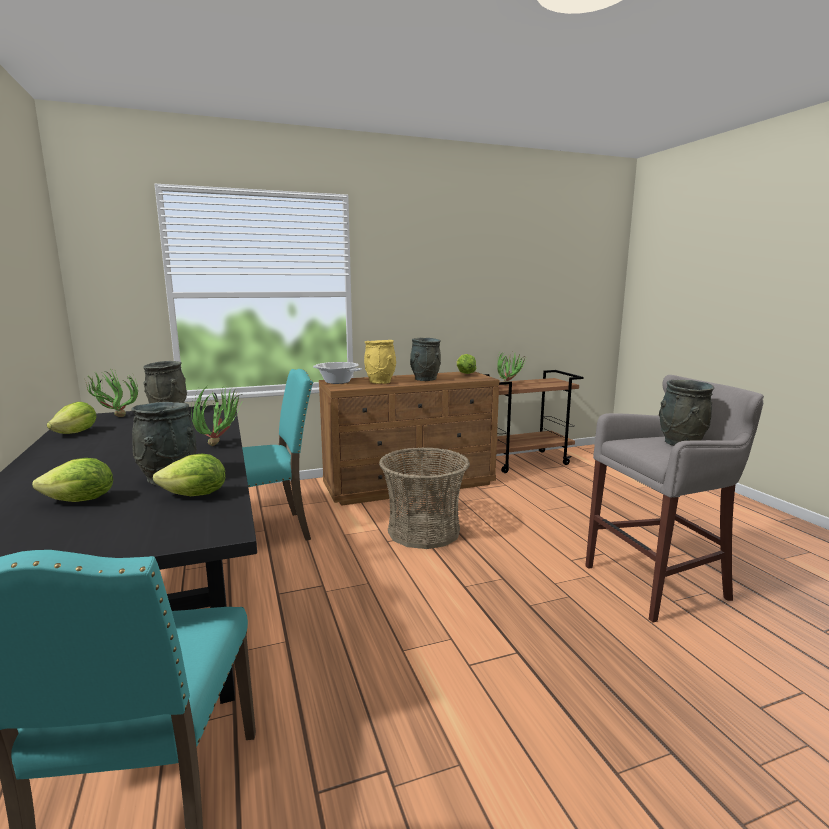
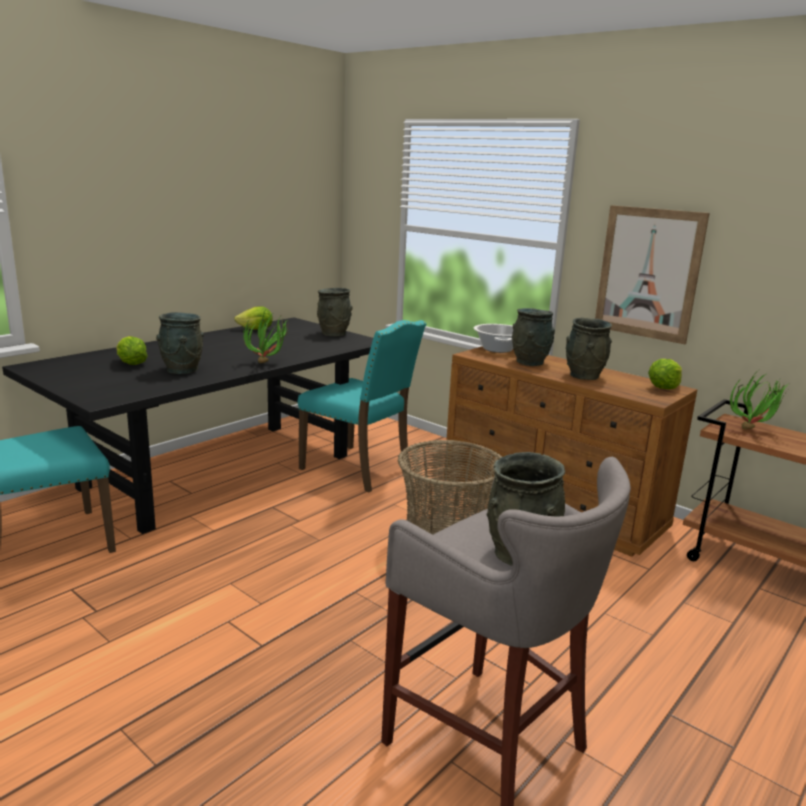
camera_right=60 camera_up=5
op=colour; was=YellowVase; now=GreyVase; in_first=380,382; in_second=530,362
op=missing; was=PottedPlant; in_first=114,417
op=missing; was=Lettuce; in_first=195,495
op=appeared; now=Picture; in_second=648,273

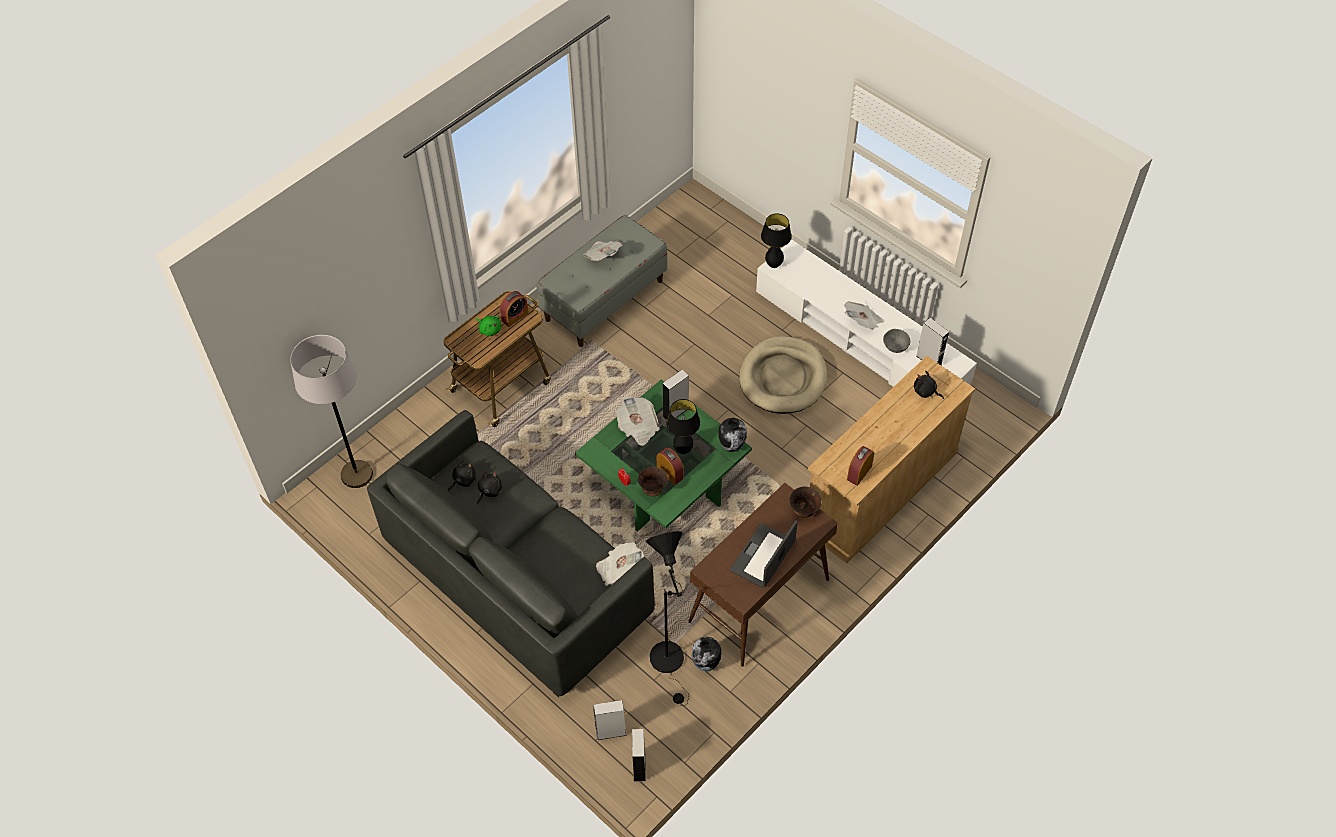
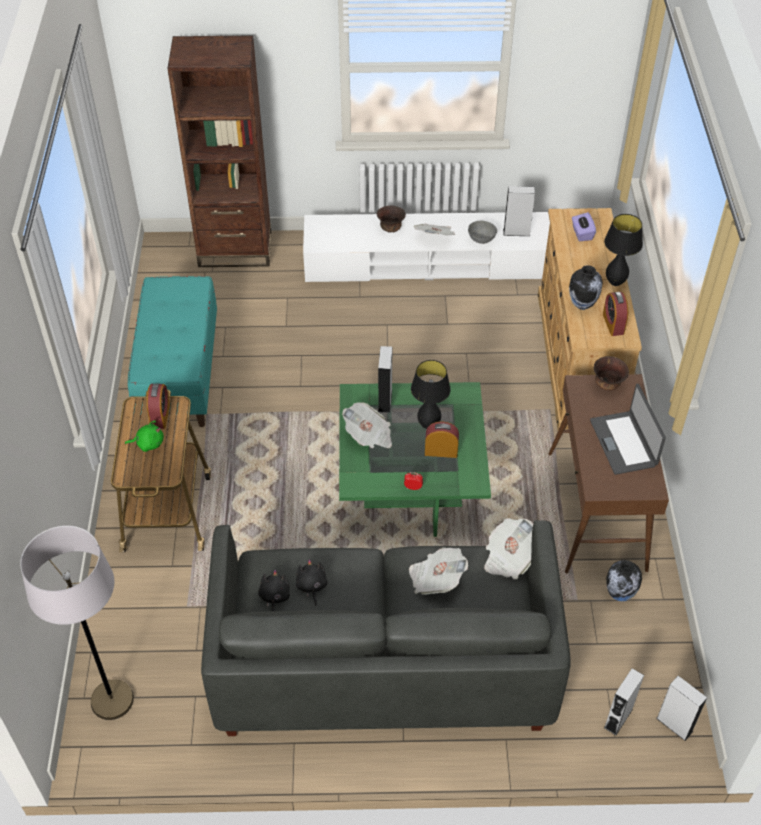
camera_right=-45 camera_up=-5
op=relocated; was=BlackTableLamp; in_first=774,265; in_second=615,282
op=colour; was=GreyBench; now=TurquoiseBench; in_first=604,300; in_second=179,374
op=relocated; was=Newspaper; in_first=603,256; in_second=436,579
op=missing; was=BeigeDogBed; in_first=783,378
op=exchanged; was=BlackPlushToy; now=PurpleTissueBox; in_first=925,392; in_second=582,233
op=relocated; was=Vase; in_first=732,446; in_second=582,304
op=relocated; was=BrownBowl; in_first=652,490; in_second=390,229
op=missing; was=BlackFloorLamp; in_first=670,663
op=appeared; now=BrownBookcase; in_second=235,250

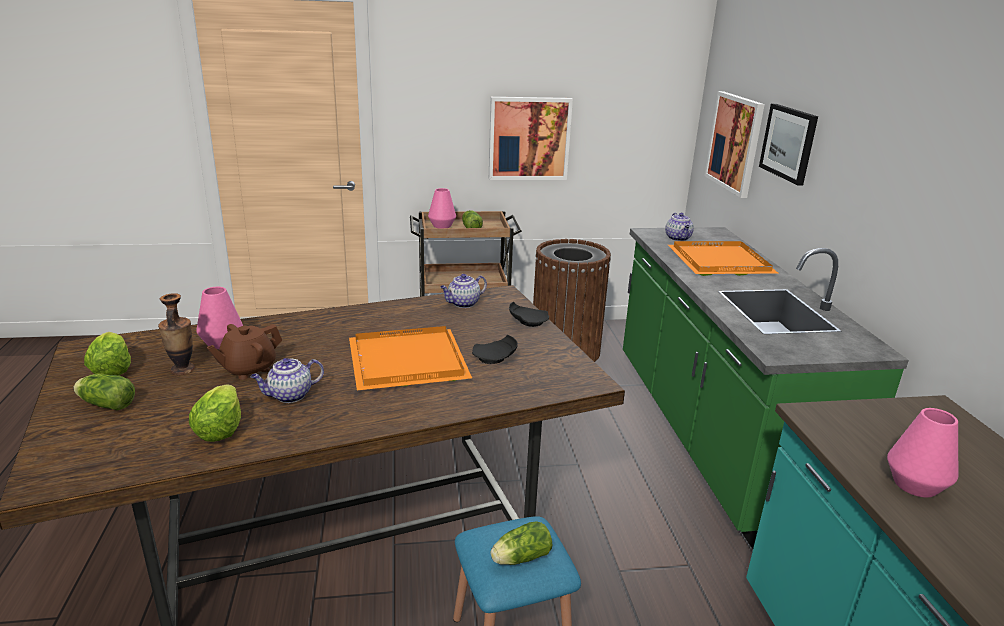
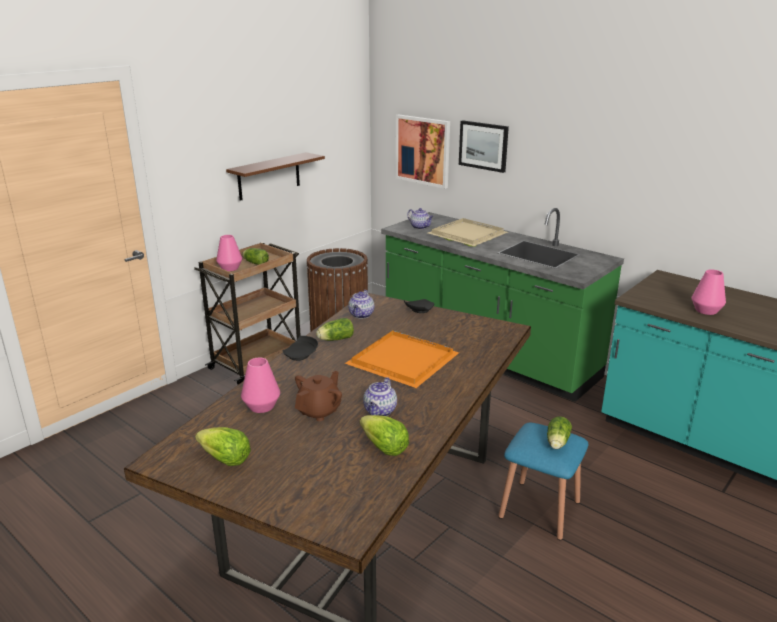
camera_right=-40 camera_up=0
op=exchanged; was=Picture; now=BrownShelf; in_first=529,138; in_second=269,176
op=colour; was=OrangeTray; now=BeigeTray; in_first=720,261; in_second=467,234
op=missing; was=Vase; in_first=183,370
op=spun; was=BrownTeapot; in_first=248,369; in_second=319,411; clockwise=-150
op=relocated; was=BlackPlate; in_first=495,358; in_second=301,355
op=relocated; was=Lettuce; in_first=105,404; in_second=334,339

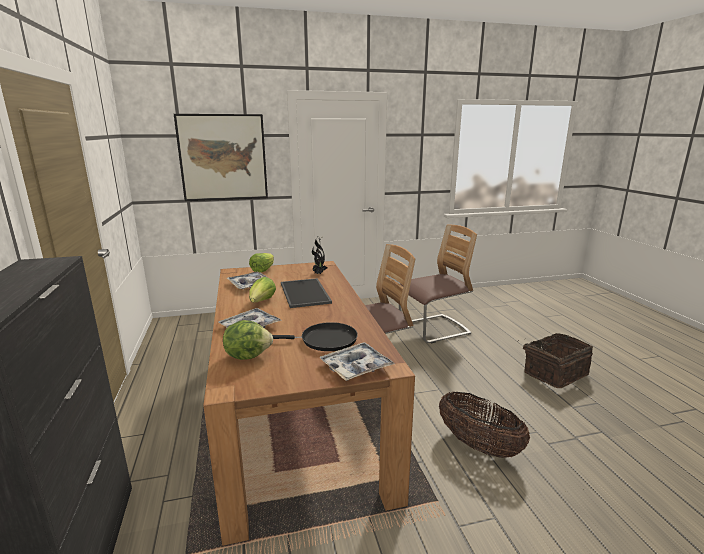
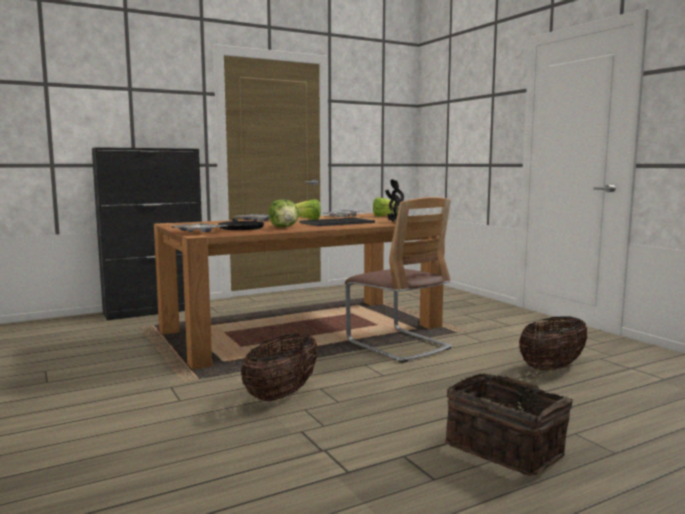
camera_right=75 camera_up=-10
op=missing; was=Picture; in_first=223,158
op=exchanged; was=Chair; now=Basket; in_first=434,329; in_second=552,367
op=relocated; was=Lettuce; in_first=248,355; in_second=284,227

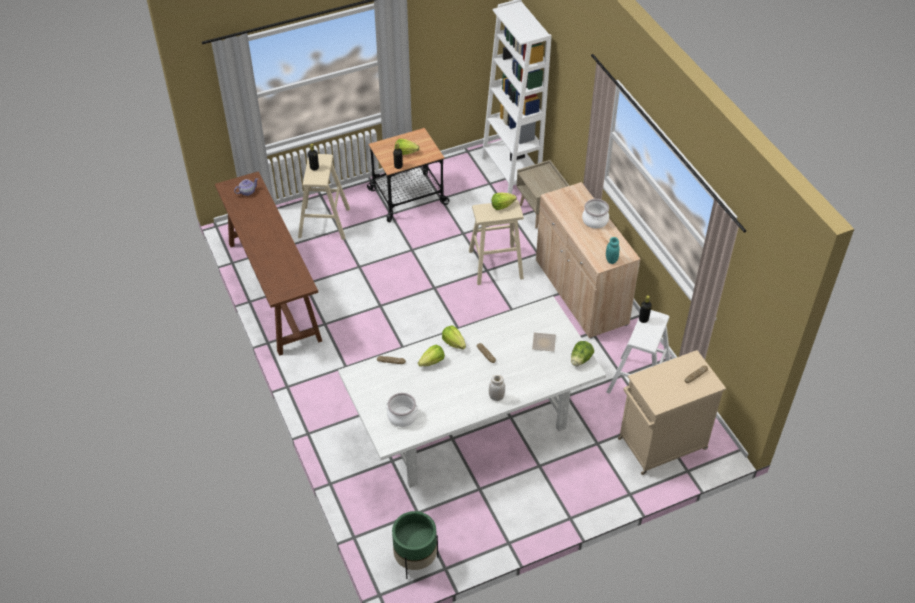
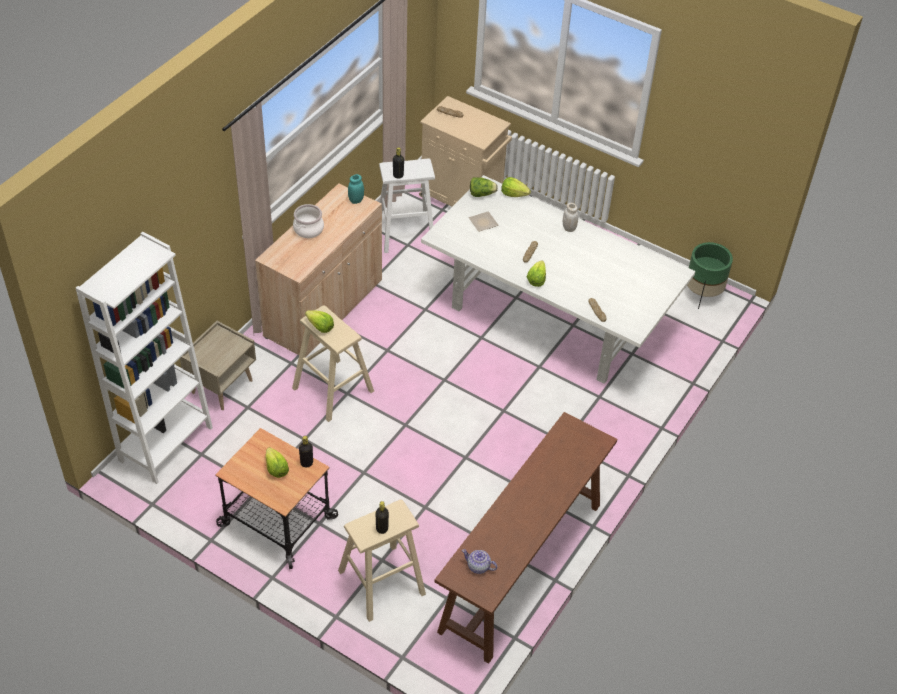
camera_right=-125 camera_up=0
op=relocated; was=Lettuce; in_first=432,362; in_second=514,194
op=missing; was=CookingPot; in_first=402,416

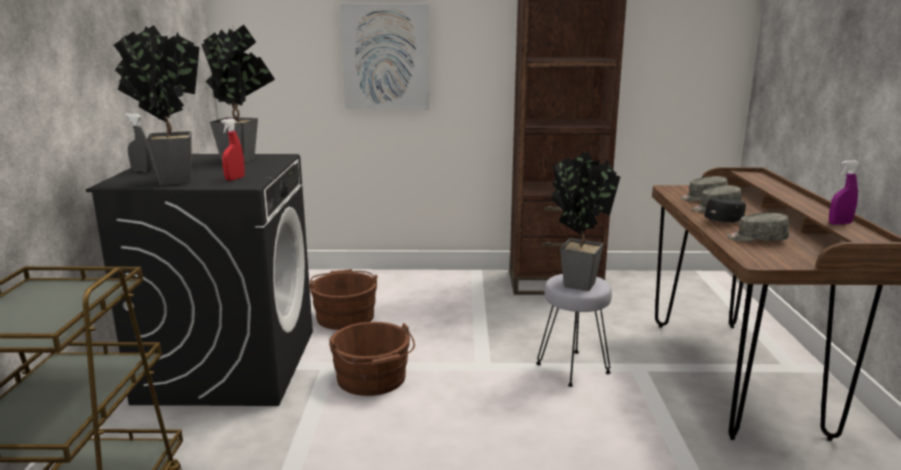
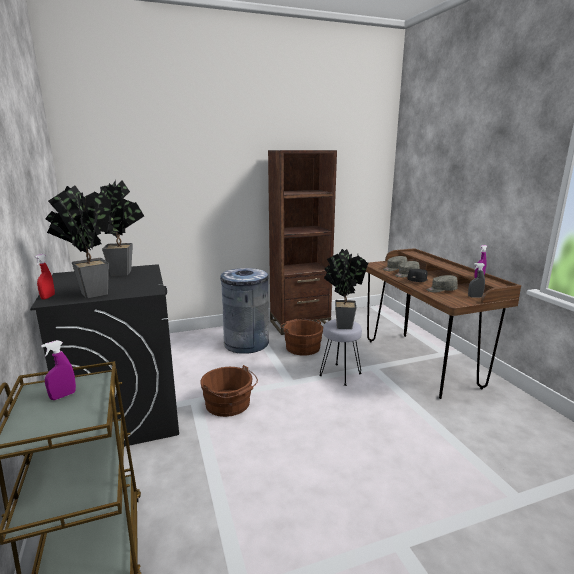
camera_right=-20 camera_up=0
op=missing; was=Picture; in_first=386,57
op=relocated; was=GreySprayBottle; in_first=141,171; in_second=475,297
op=relocated; was=RedSprayBottle; in_first=235,179; in_second=48,297
op=relocated; was=BrownBucket; in_first=345,316; in_second=301,346
op=appeared; now=GreyTrashCan; in_second=246,343
op=appeared; now=PurpleSprayBottle; in_second=63,396

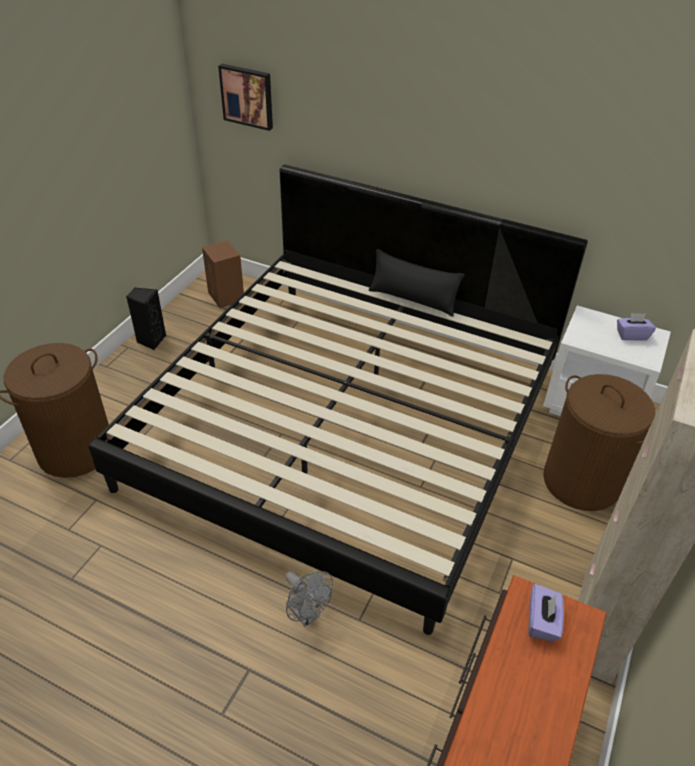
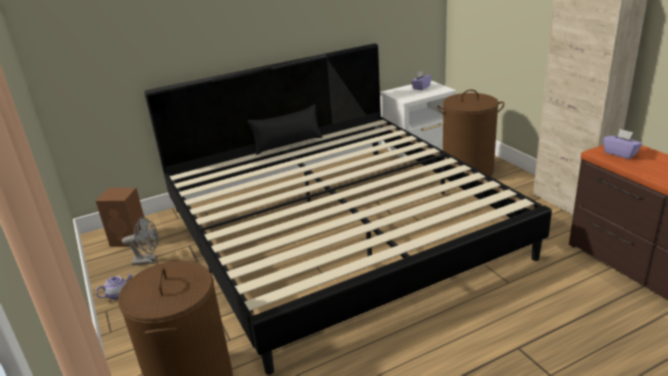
camera_right=-50 camera_up=-15
op=missing; was=Picture; in_first=247,96
op=exchanged; was=BlackSpeaker; now=Teapot; in_first=151,340; in_second=118,294
op=relocated; was=GreyFan; in_first=307,614; in_second=148,260

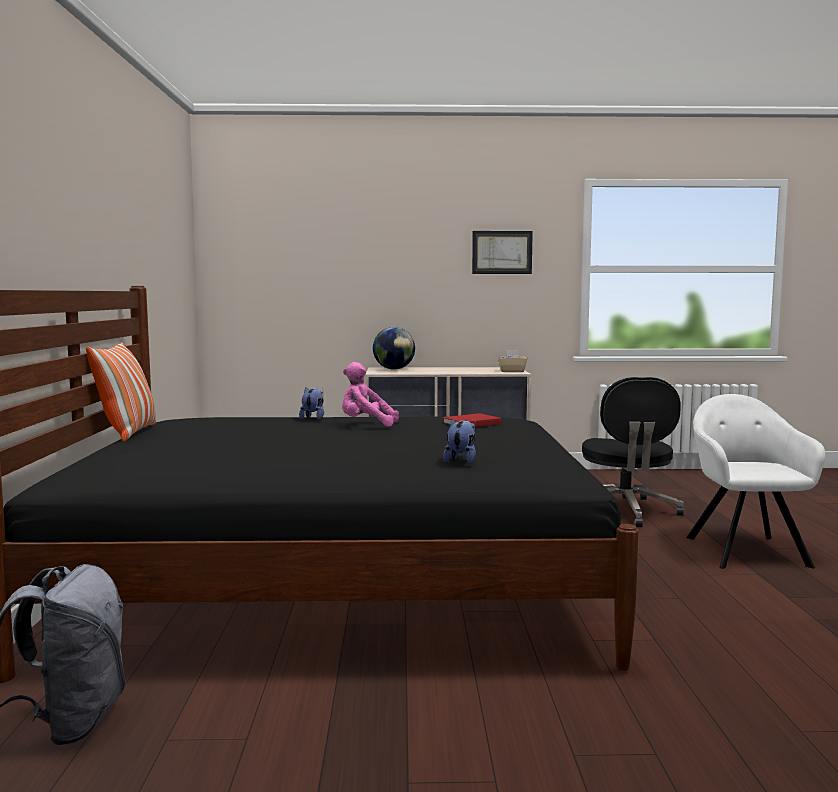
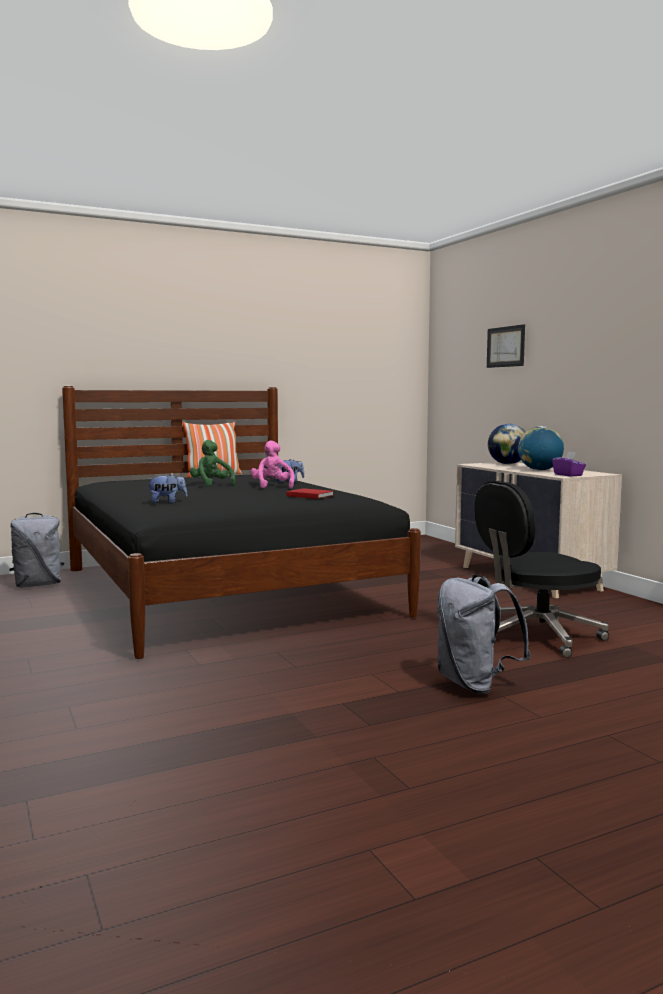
camera_right=65 camera_up=0
op=relocated; was=Picture; in_first=502,252; in_second=506,346
op=colour; was=BeigeTissueBox; now=PurpleTissueBox; in_first=512,371; in_second=568,475
op=exchanged; was=WhiteArmchair; now=GreyBackpack; in_first=744,550; in_second=475,685
op=appeared; now=Globe; in_second=539,470
op=appeared; now=GreenPlushToy; in_second=211,485

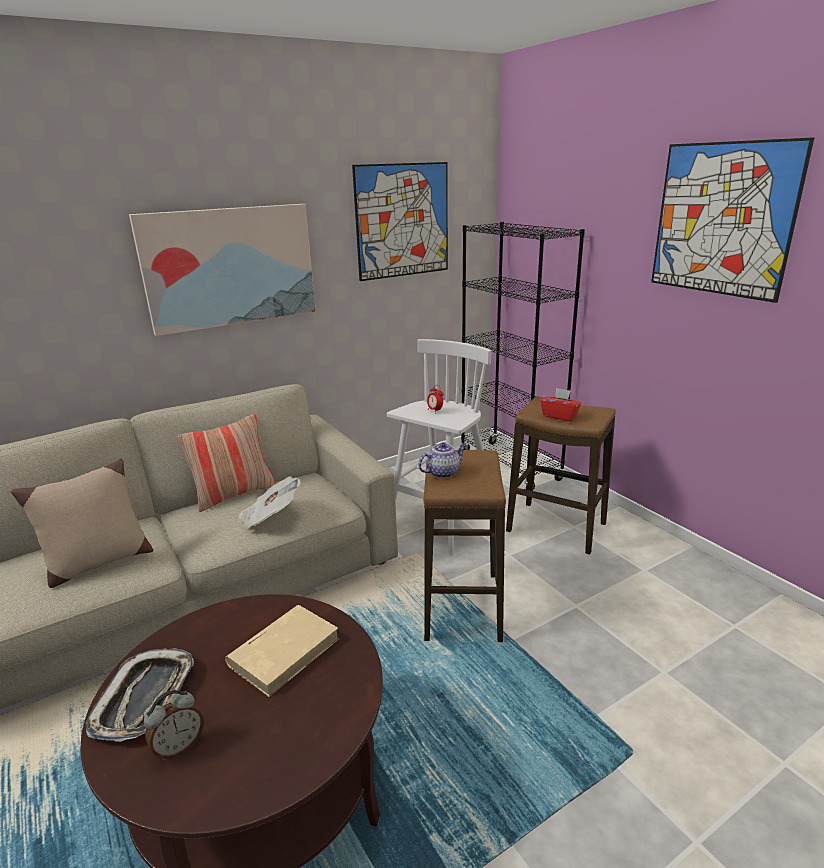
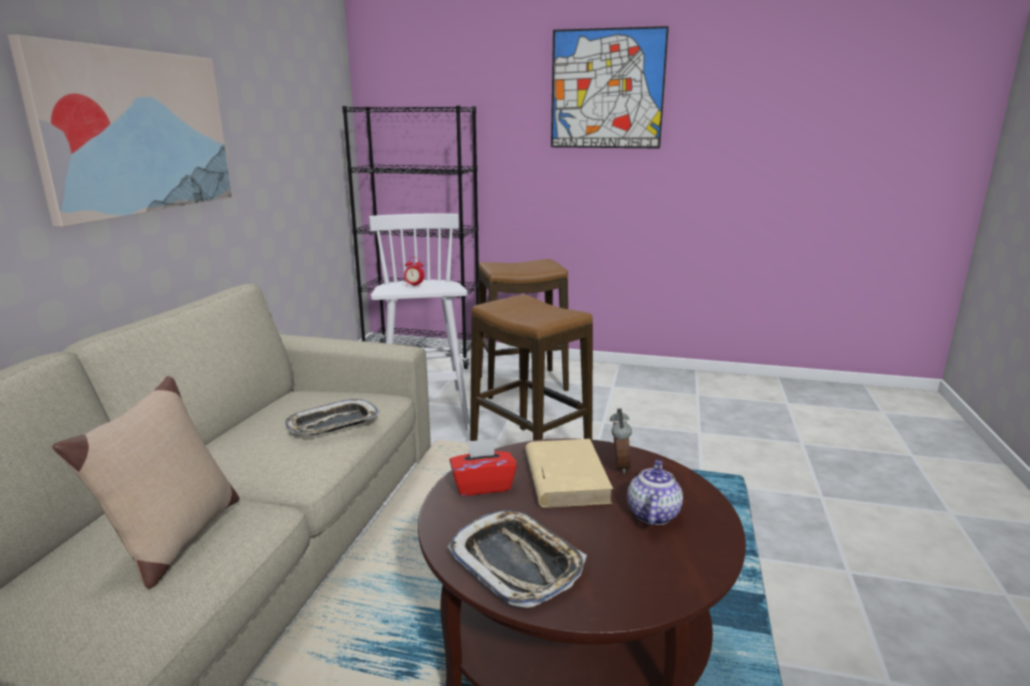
camera_right=-45 camera_up=-5
op=missing; was=Picture; in_first=403,221
op=relocated; was=RedTissueBox; in_first=559,416; in_second=482,486
op=missing; was=Pillow; in_first=234,494
op=relocated; was=Teapot; in_first=443,472; in_second=652,514
op=exchanged; was=Newspaper; now=Tray; in_first=270,517; in_second=333,424
op=relocated; was=AlarmClock; in_first=179,746; in_second=618,466

